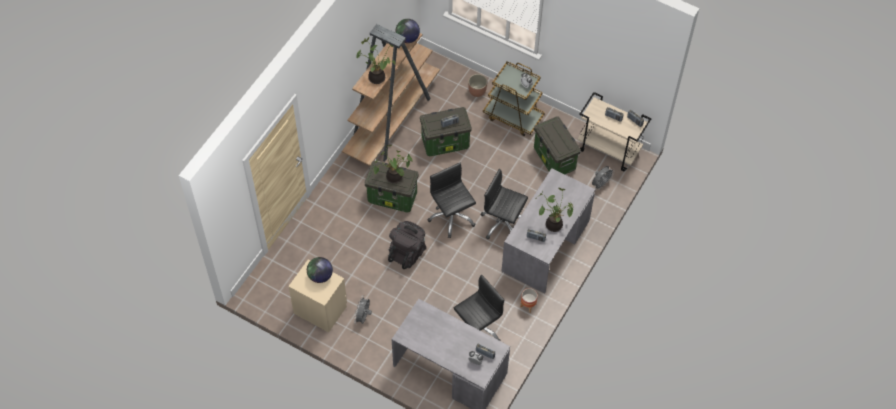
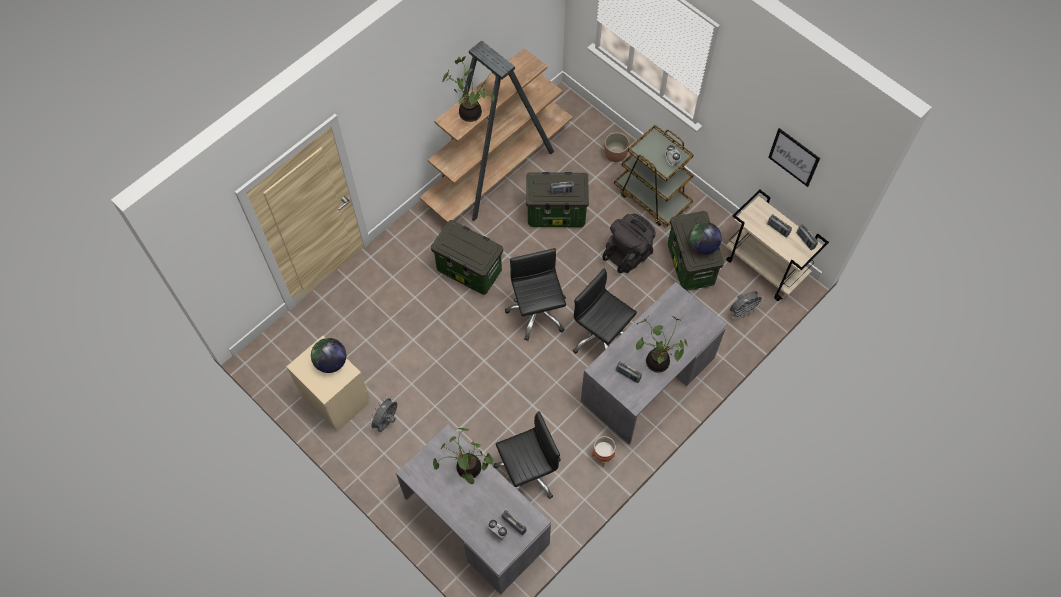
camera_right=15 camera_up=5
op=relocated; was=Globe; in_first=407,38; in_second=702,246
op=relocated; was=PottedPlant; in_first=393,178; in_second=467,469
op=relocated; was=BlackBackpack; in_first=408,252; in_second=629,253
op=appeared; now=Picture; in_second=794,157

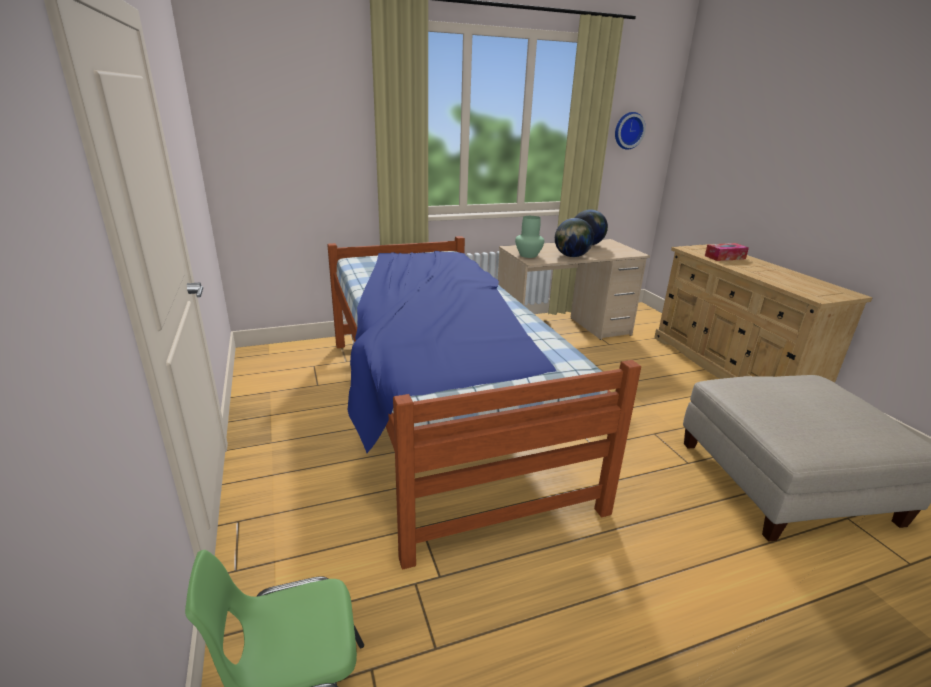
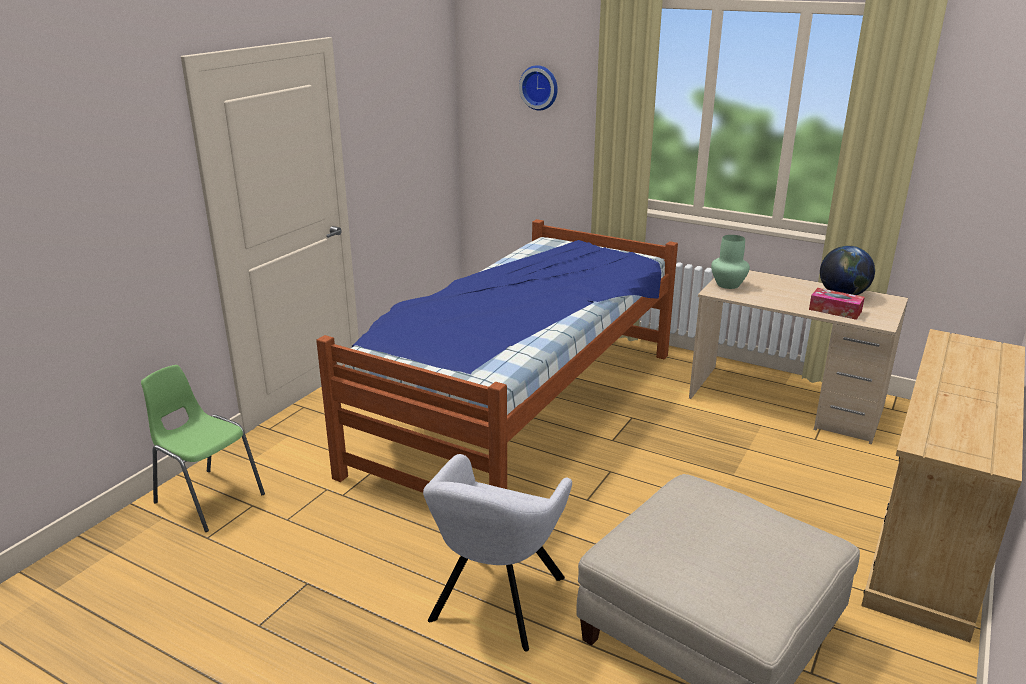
camera_right=50 camera_up=0
op=relocated; was=WallClock; in_first=628,130; in_second=540,87
op=missing; was=Globe; in_first=571,256
op=relocated; was=TissueBox; in_first=725,257; in_second=835,310
op=appeared; now=GreyArmchair; in_second=495,602

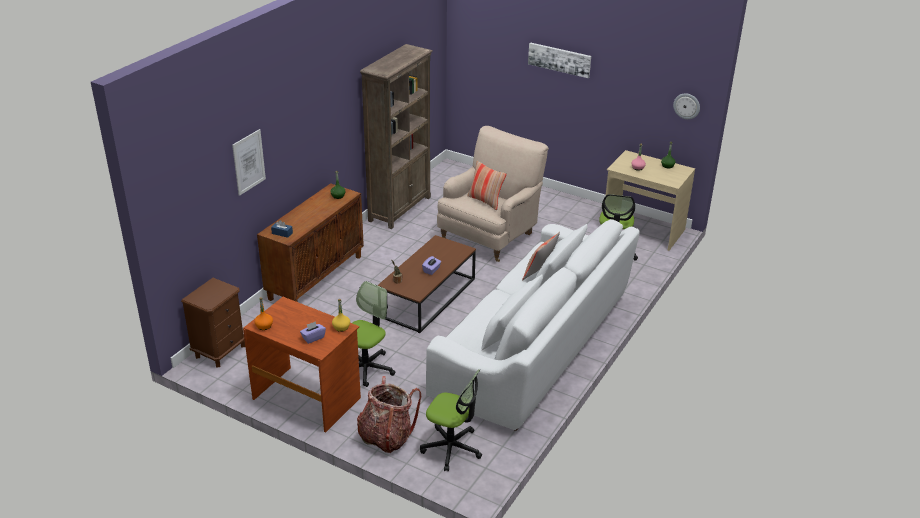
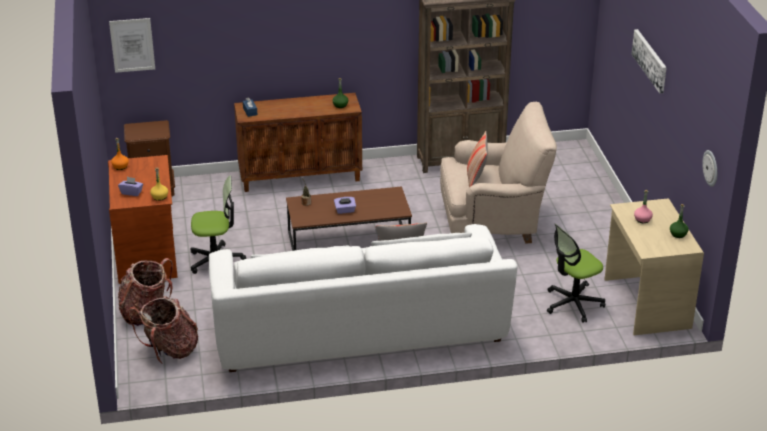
camera_right=50 camera_up=0
op=relocated; was=Picture; in_first=249,162; in_second=132,45
op=exchanged; was=OfficeChair; now=Backpack; in_first=452,448; in_second=169,350

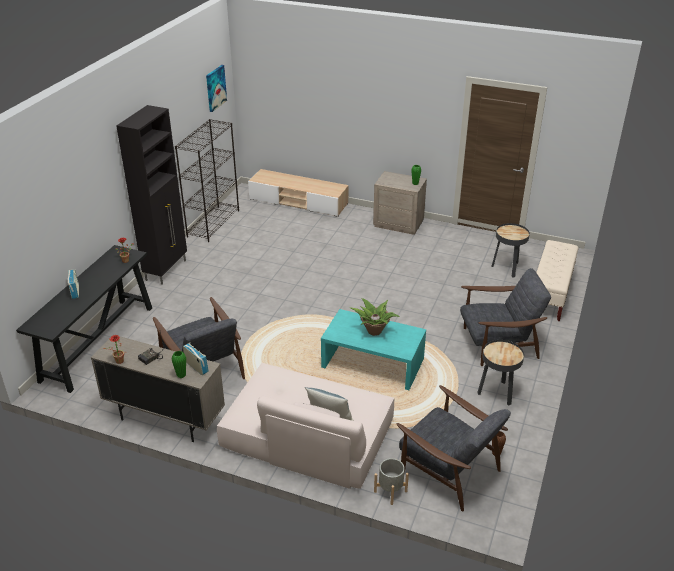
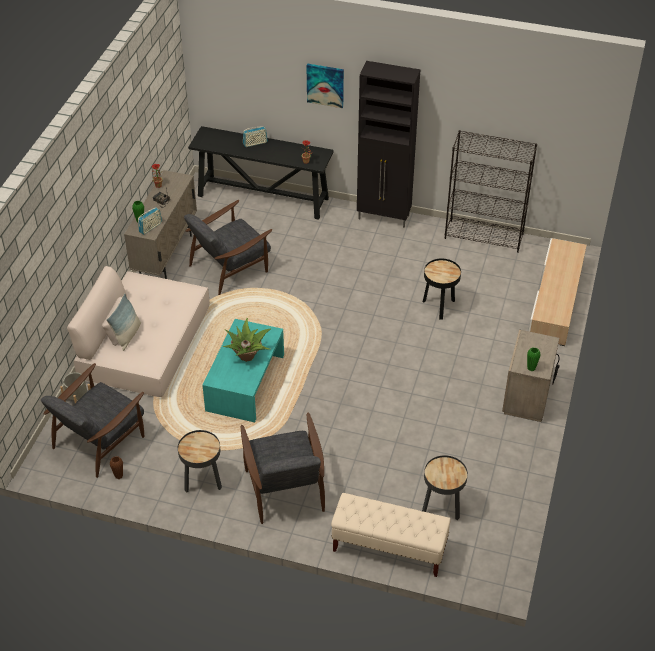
camera_right=85 camera_up=10
op=relocated; was=Picture; in_first=215,88; in_second=325,85
op=appeared; now=BlackSideTable; in_second=439,306

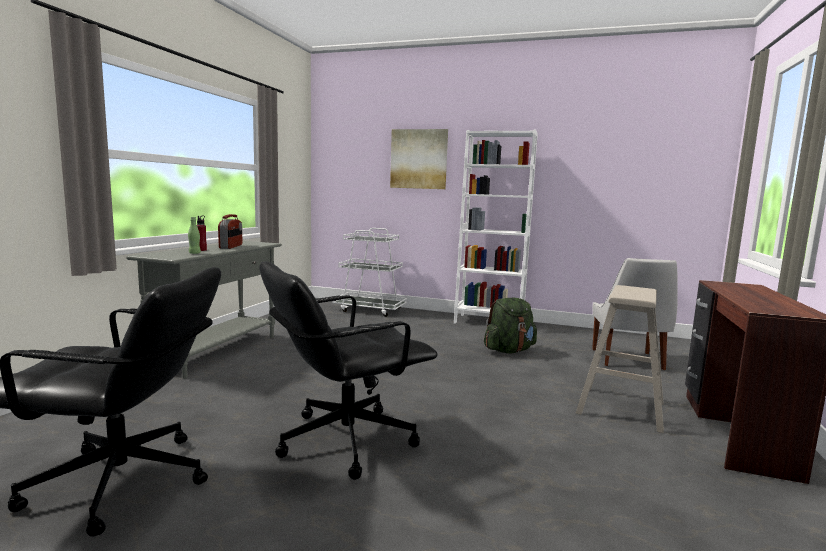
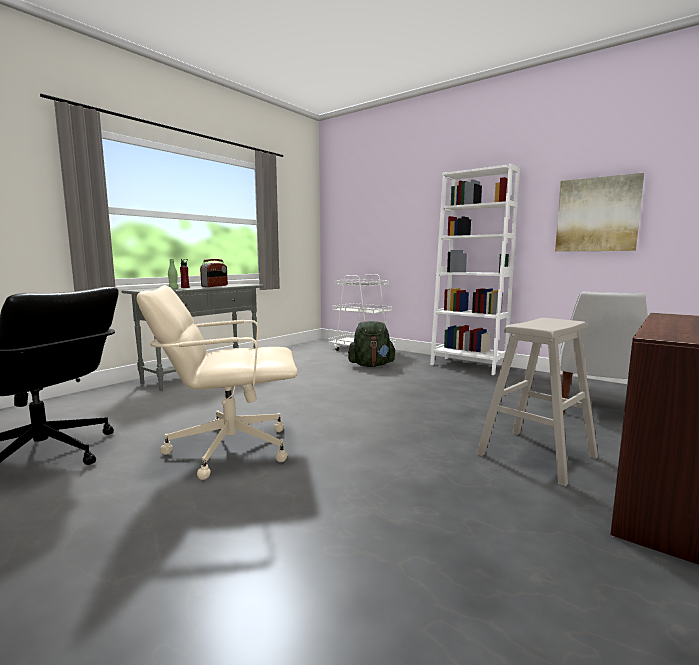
camera_right=20 camera_up=0
op=relocated; was=Picture; in_first=419,159; in_second=597,214
op=colour; was=BlackOfficeChair; now=BeigeOfficeChair; in_first=344,440; in_second=229,448
op=relocated; was=GreenBackpack; in_first=509,350; in_second=371,365

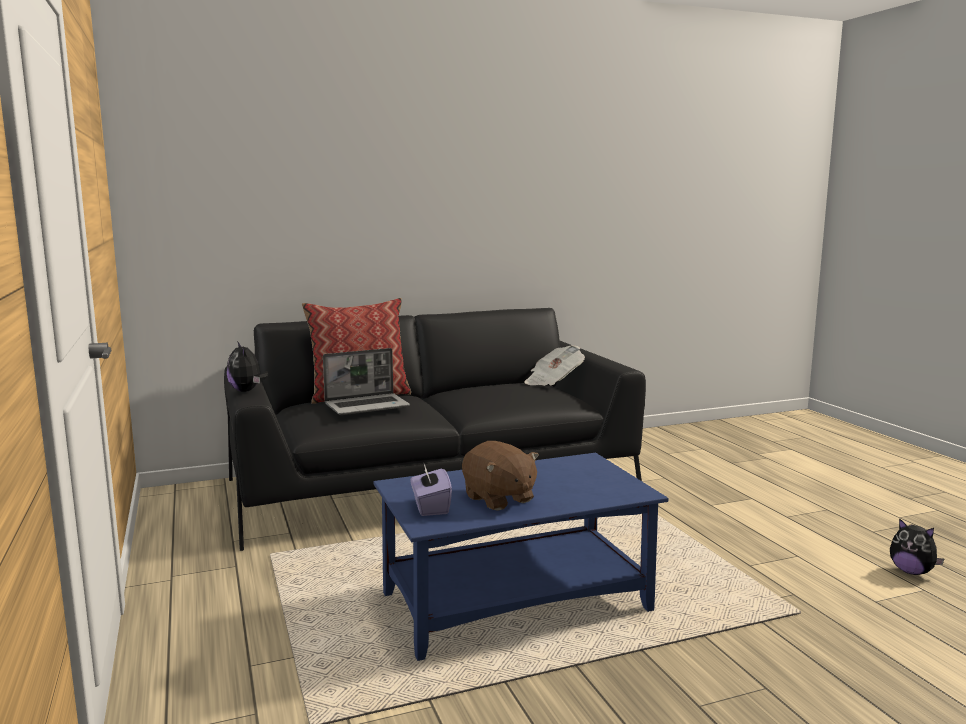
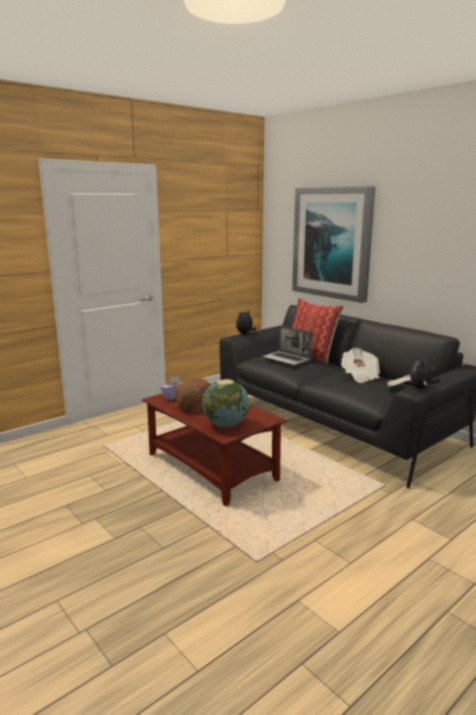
camera_right=70 camera_up=5
op=colour; was=BlueCoffeeTable; now=BrownCoffeeTable; in_first=517,602; in_second=212,467
op=relocated; was=PlushToy; in_first=911,572; in_second=421,388
op=appeared; now=Picture; in_second=332,243
op=appeared; now=Newspaper; in_second=359,376
op=appeared; now=Globe; in_second=226,425

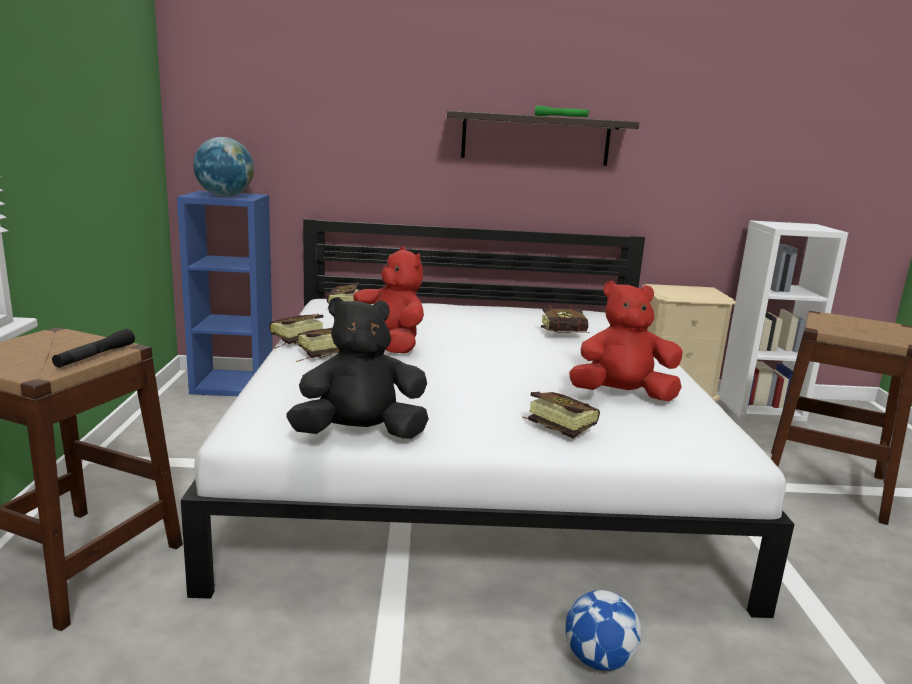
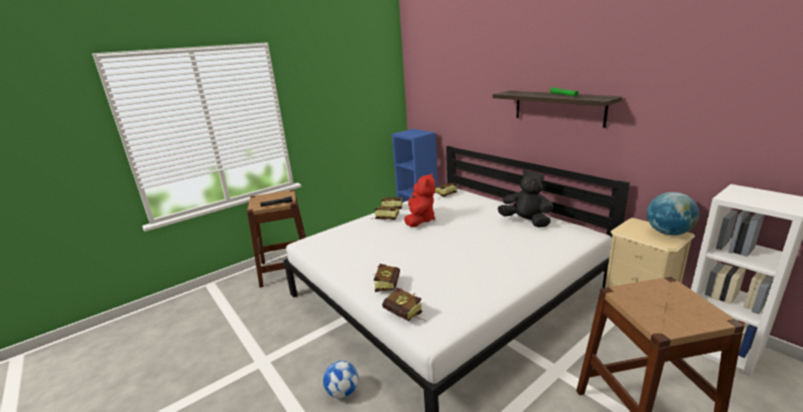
camera_right=55 camera_up=5
op=relocated; was=Globe; in_first=225,196; in_second=668,233
op=missing; was=RedPlushToy; in_first=622,396
op=relocated; was=BlackPlushToy; in_first=360,434; in_second=526,221
op=relocated; was=Book; in_first=567,335; in_second=406,316

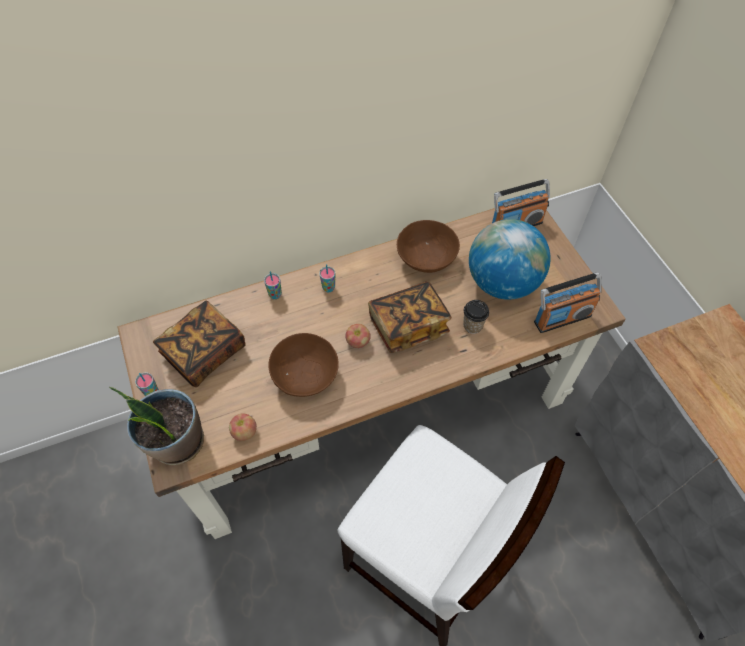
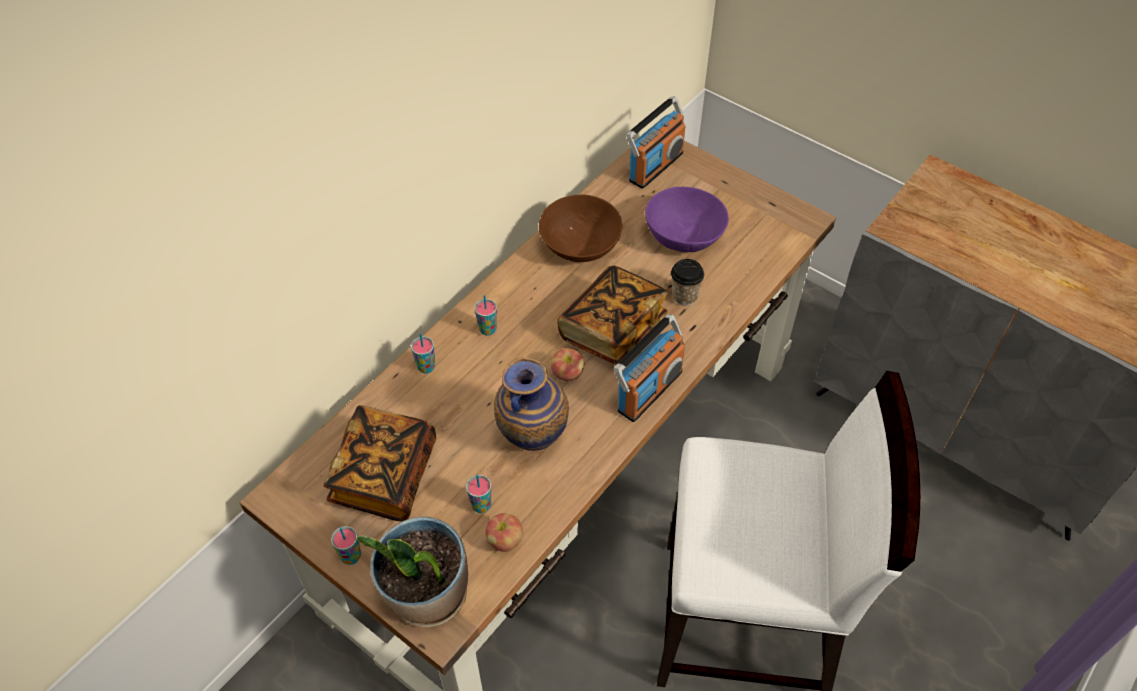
camera_right=-30 camera_up=-5
op=exchanged; was=Globe; now=PurpleBowl; in_first=502,282; in_second=683,235
op=relocated; was=Radio; in_first=562,318; in_second=649,390
op=exchanged; was=BrownBowl; now=Vase; in_first=305,375; in_second=532,440
op=appeared; now=Cup; in_second=481,505

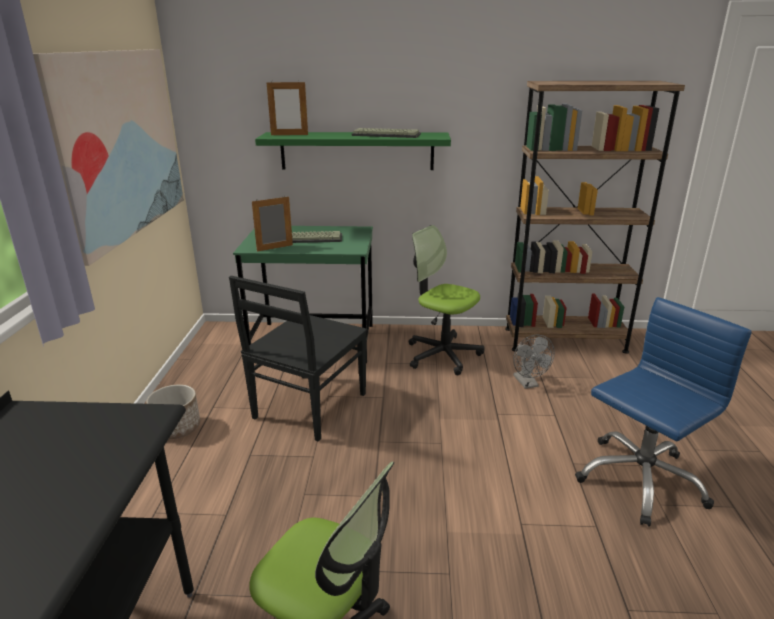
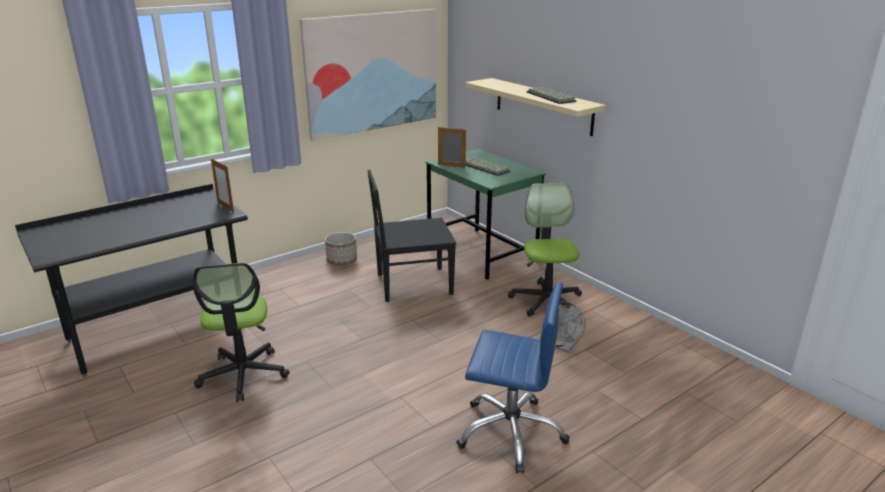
camera_right=50 camera_up=0
op=relocated; was=PictureFrame; in_first=289,135; in_second=225,207
op=missing; was=BrownBookcase; in_first=564,340
op=colour; was=GreenShelf; now=BeigeShelf; in_first=357,151; in_second=543,106

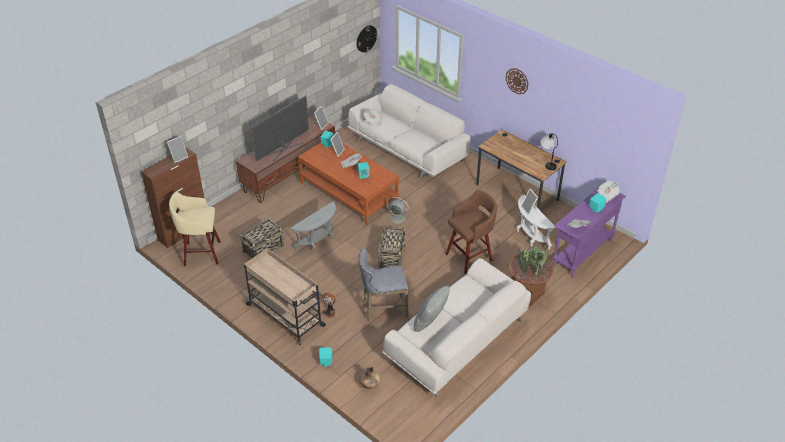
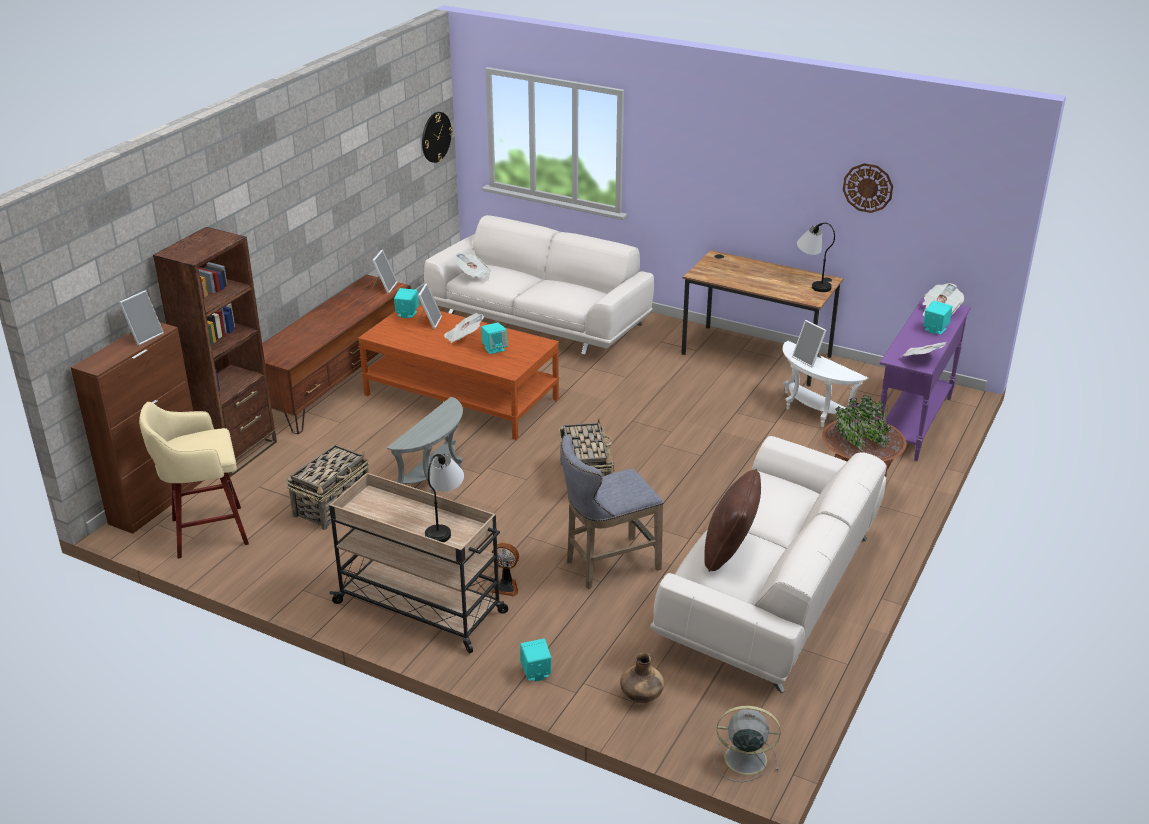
camera_right=-15 camera_up=-10
op=relocated; was=WallClock; in_first=517,81; in_second=868,187
op=missing; was=Television; in_first=283,149
op=missing; was=BrownStool; in_first=470,257
op=relocated; was=GreyFan; in_first=397,218; in_second=743,758
op=colour; was=GreyPillow; now=BrownPillow; in_first=430,322; in_second=730,551
op=appeared; now=BrownBookcase; in_second=235,452
op=appeared; now=TableLamp; in_second=445,525

